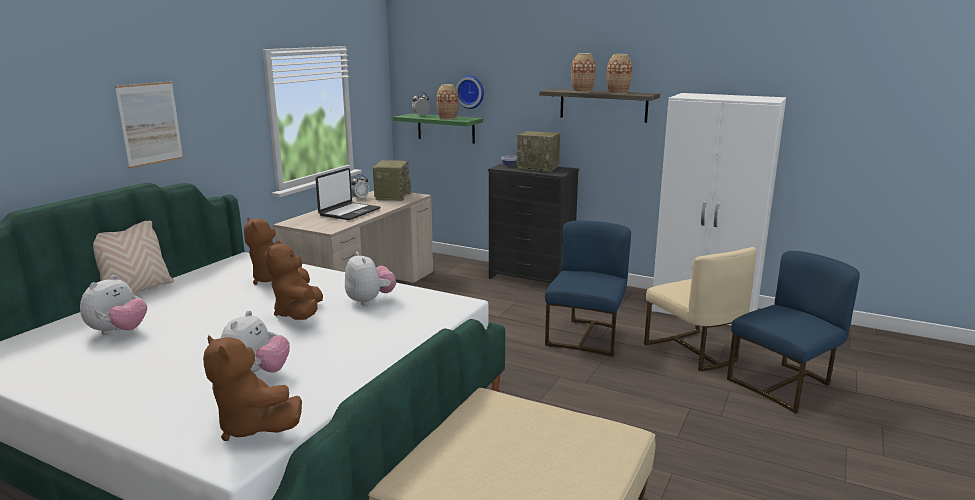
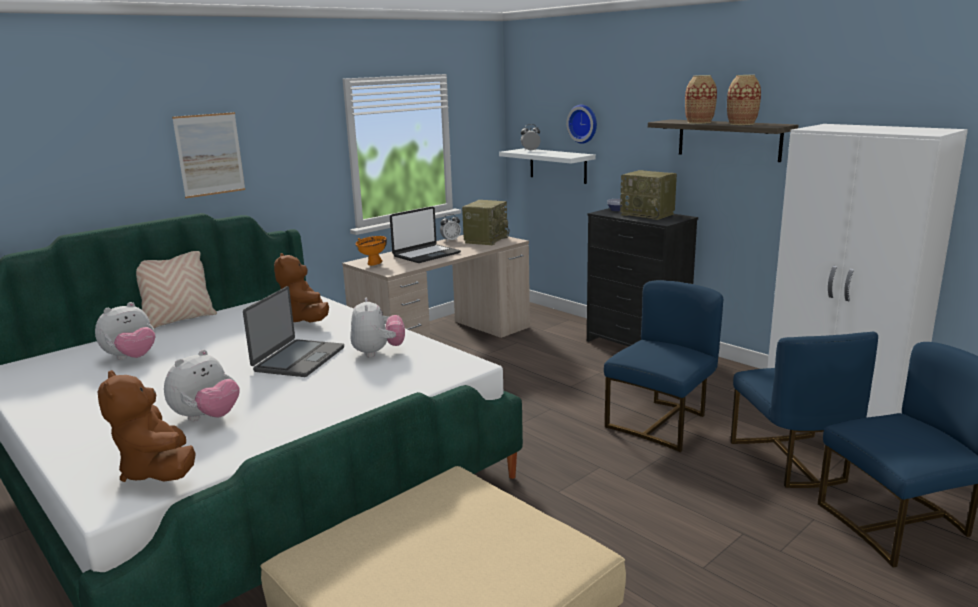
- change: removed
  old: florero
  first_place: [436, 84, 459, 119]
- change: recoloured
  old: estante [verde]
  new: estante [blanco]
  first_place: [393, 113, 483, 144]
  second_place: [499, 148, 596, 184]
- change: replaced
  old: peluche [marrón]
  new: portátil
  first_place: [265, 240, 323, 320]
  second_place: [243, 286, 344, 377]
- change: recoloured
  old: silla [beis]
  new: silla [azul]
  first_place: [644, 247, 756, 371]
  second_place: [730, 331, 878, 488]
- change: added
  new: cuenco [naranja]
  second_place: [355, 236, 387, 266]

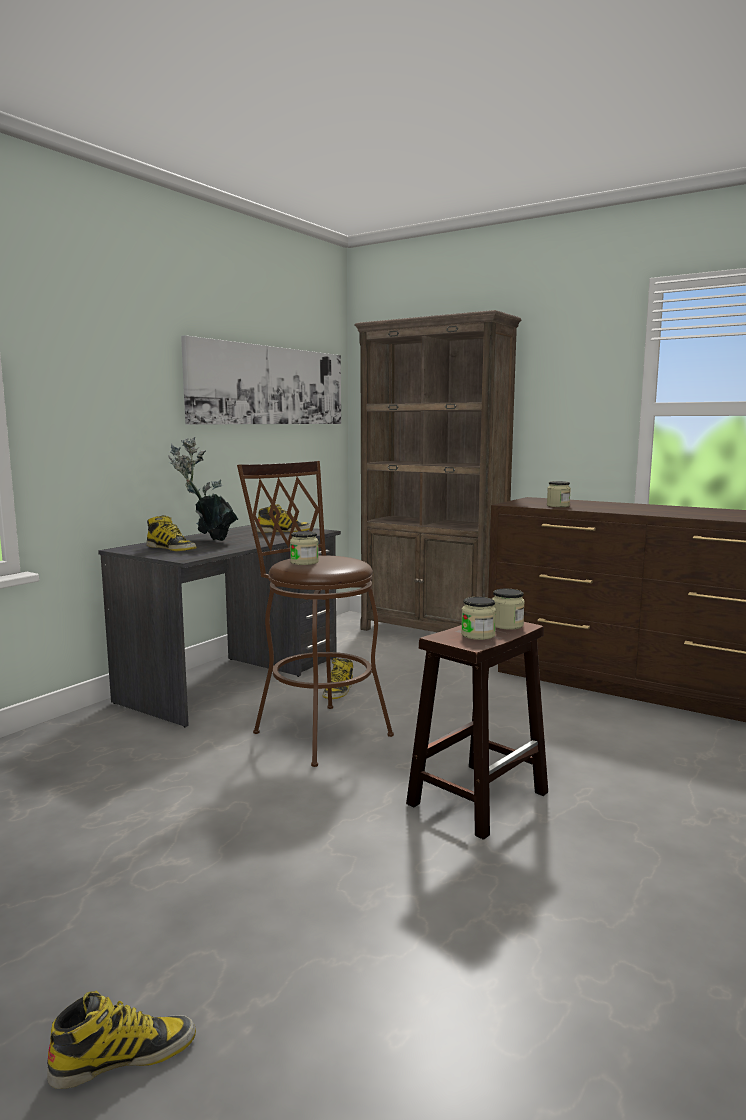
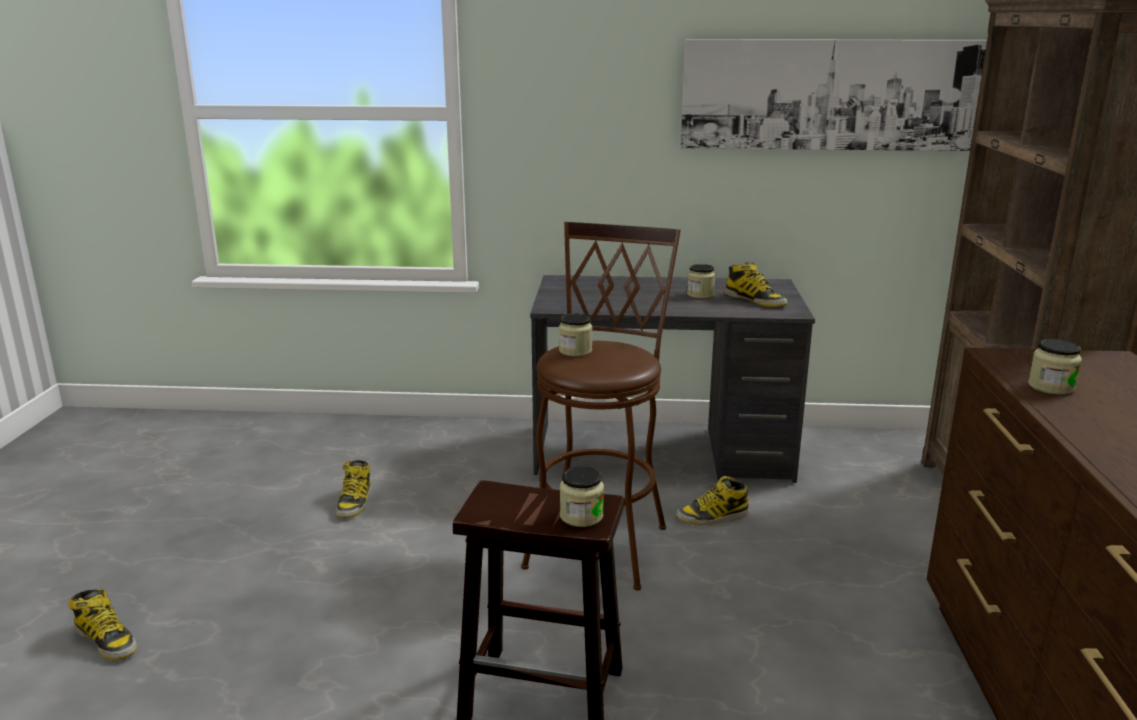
- change: removed
  old: planta en maceta
  first_place: [168, 437, 238, 541]
- change: moved
  old: bota
  first_place: [146, 515, 197, 551]
  second_place: [336, 460, 371, 518]
- change: moved
  old: tarro
  first_place: [461, 597, 496, 640]
  second_place: [687, 264, 715, 299]

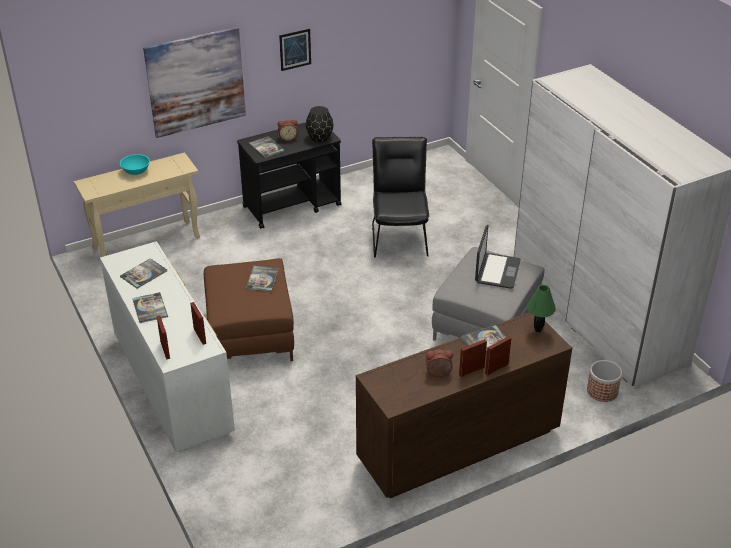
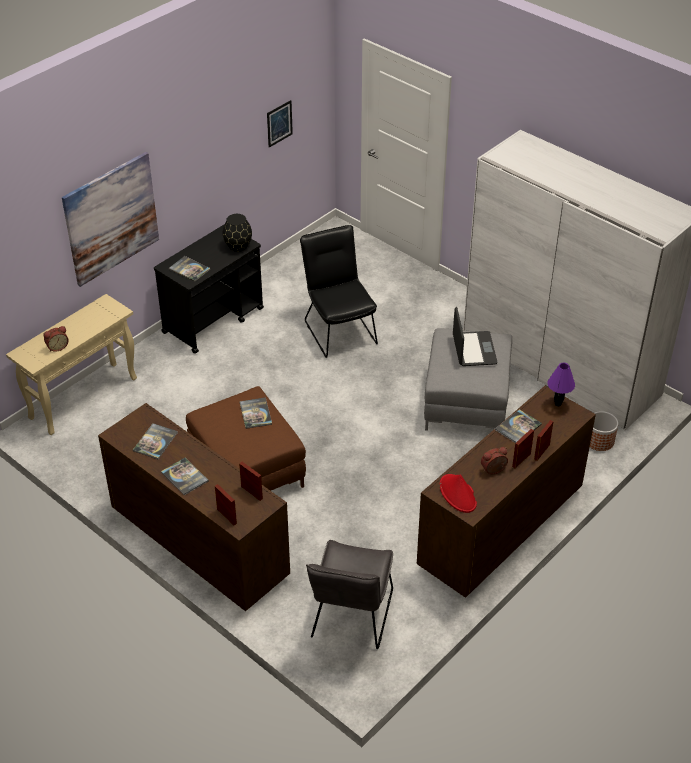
- change: moved
  old: cuadro
  first_place: [279, 29, 311, 71]
  second_place: [267, 100, 293, 148]
- change: moved
  old: despertador
  first_place: [278, 120, 298, 141]
  second_place: [43, 326, 69, 352]
- change: removed
  old: cuenco [turquesa]
  first_place: [120, 154, 150, 175]
- change: recoloured
  old: cómoda [blanco]
  new: cómoda [marrón]
  first_place: [100, 241, 235, 452]
  second_place: [98, 403, 290, 611]
- change: recoloured
  old: lámpara de mesa [verde]
  new: lámpara de mesa [morado]
  first_place: [527, 284, 556, 332]
  second_place: [548, 363, 575, 407]
- change: added
  new: sombrero [rojo]
  second_place: [440, 474, 477, 513]
- change: added
  new: silla [gris]
  second_place: [306, 540, 393, 649]

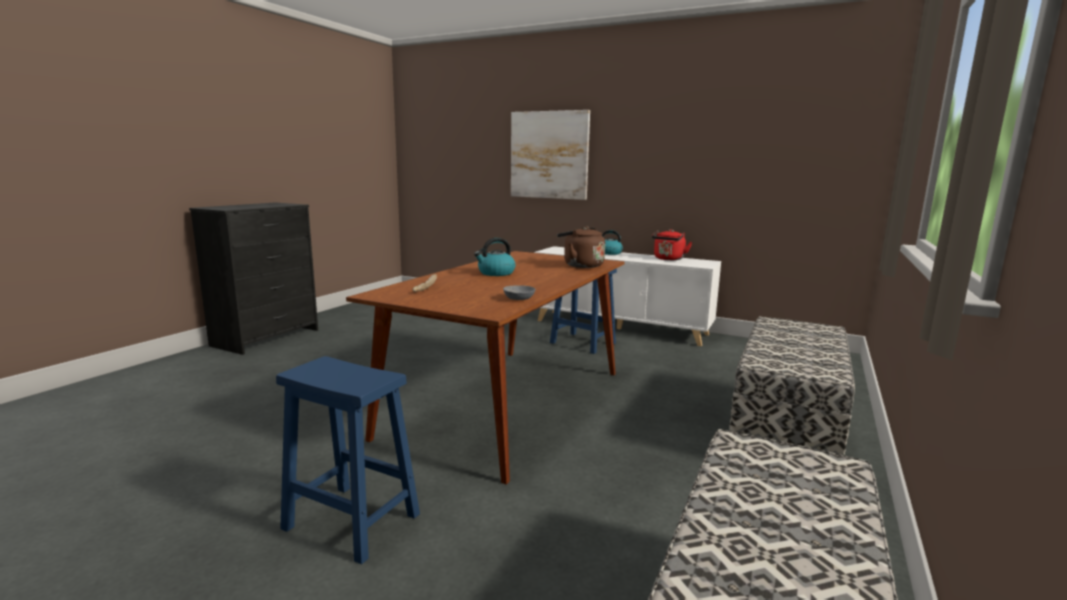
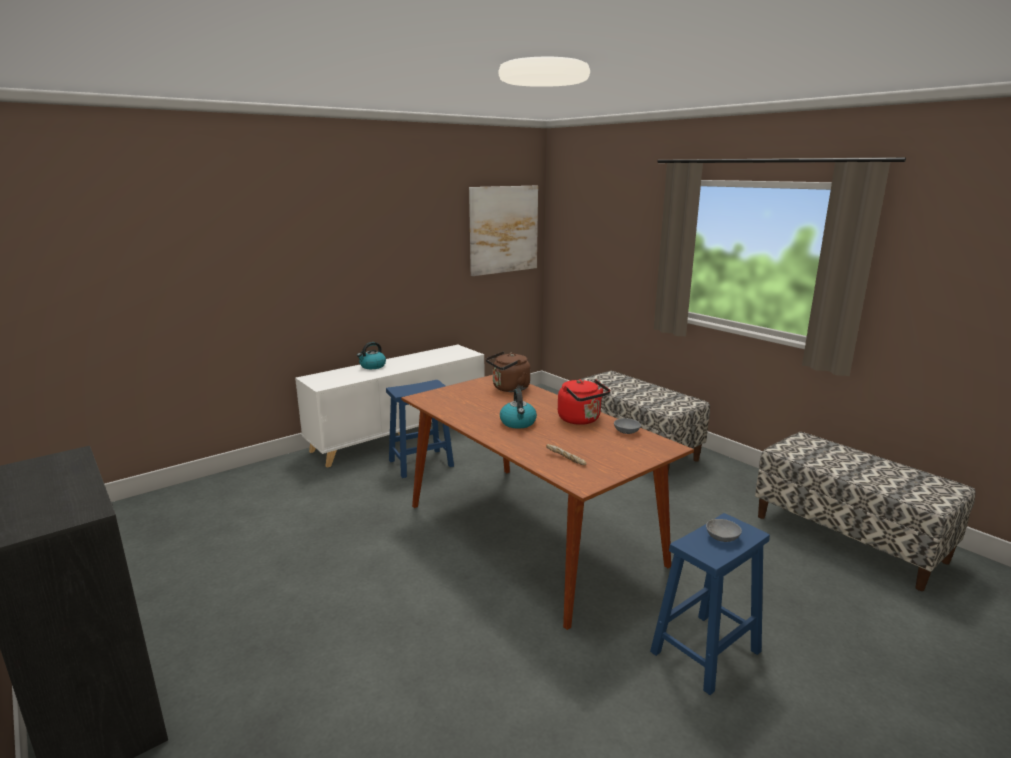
- change: moved
  old: cuadro
  first_place: [511, 110, 590, 200]
  second_place: [469, 186, 538, 276]
- change: moved
  old: hervidor [rojo]
  first_place: [651, 229, 692, 260]
  second_place: [558, 379, 610, 425]
- change: added
  new: cuenco [gris]
  second_place: [706, 519, 742, 542]

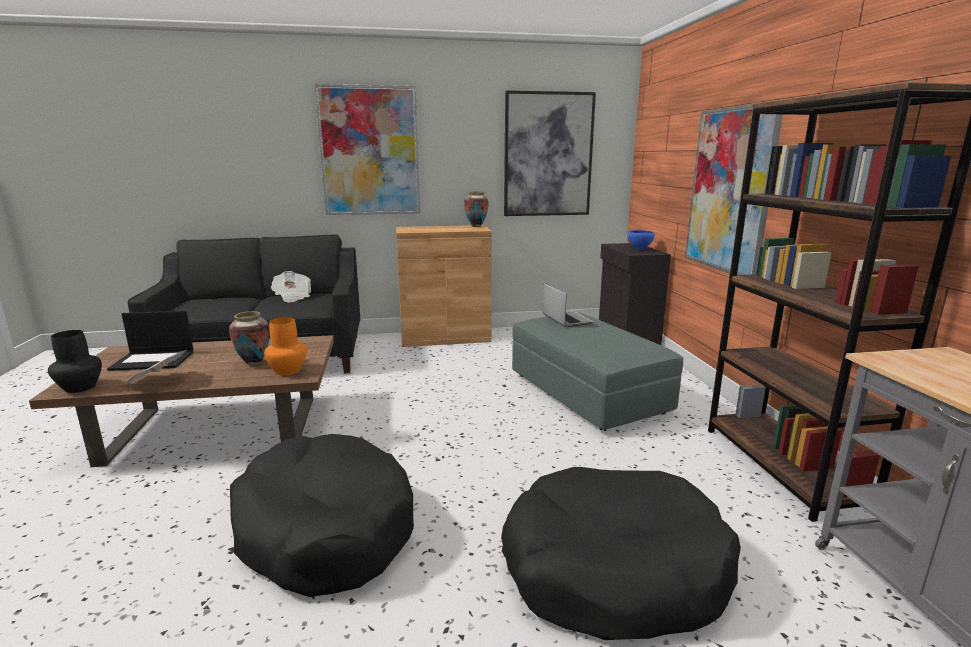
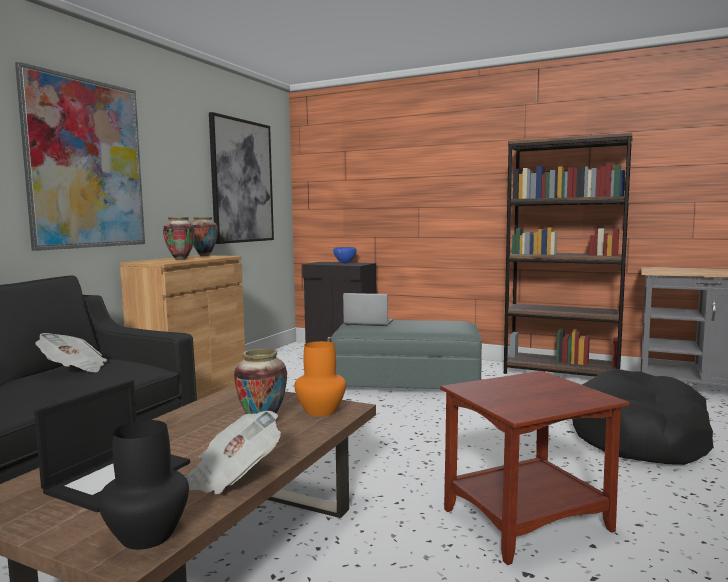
- change: removed
  old: cuadro
  first_place: [685, 100, 783, 275]
- change: replaced
  old: cama para perro [negro]
  new: mesa auxiliar [marrón]
  first_place: [230, 434, 414, 597]
  second_place: [440, 371, 630, 565]
- change: added
  new: florero
  second_place: [163, 217, 195, 260]

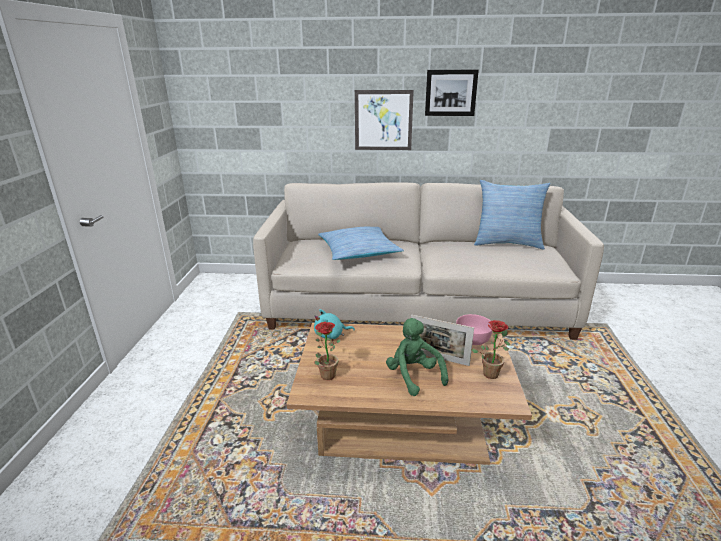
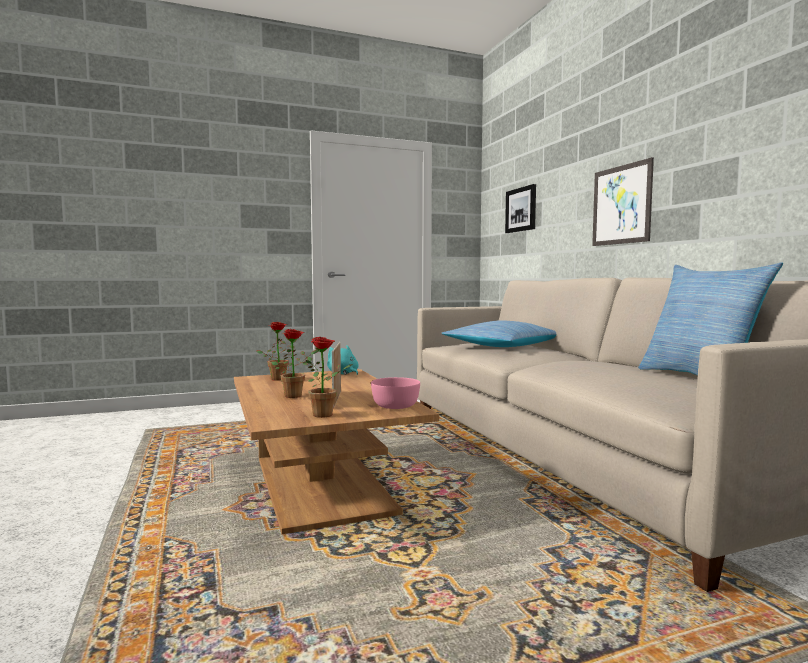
- change: moved
  old: cuadro
  first_place: [425, 70, 479, 116]
  second_place: [505, 184, 536, 233]
- change: replaced
  old: peluche [verde]
  new: planta en maceta
  first_place: [386, 318, 448, 396]
  second_place: [271, 329, 319, 398]

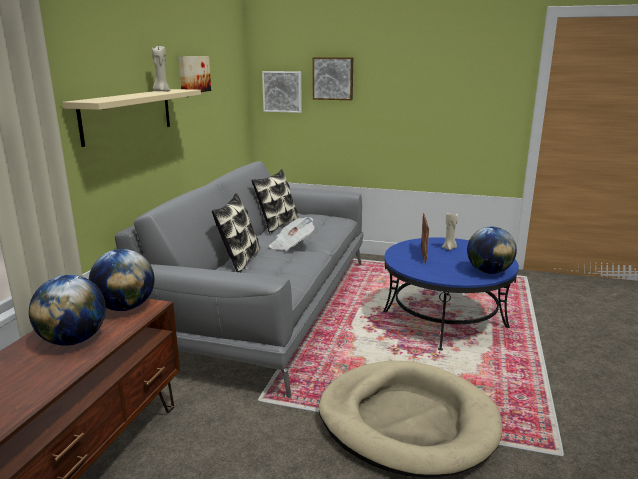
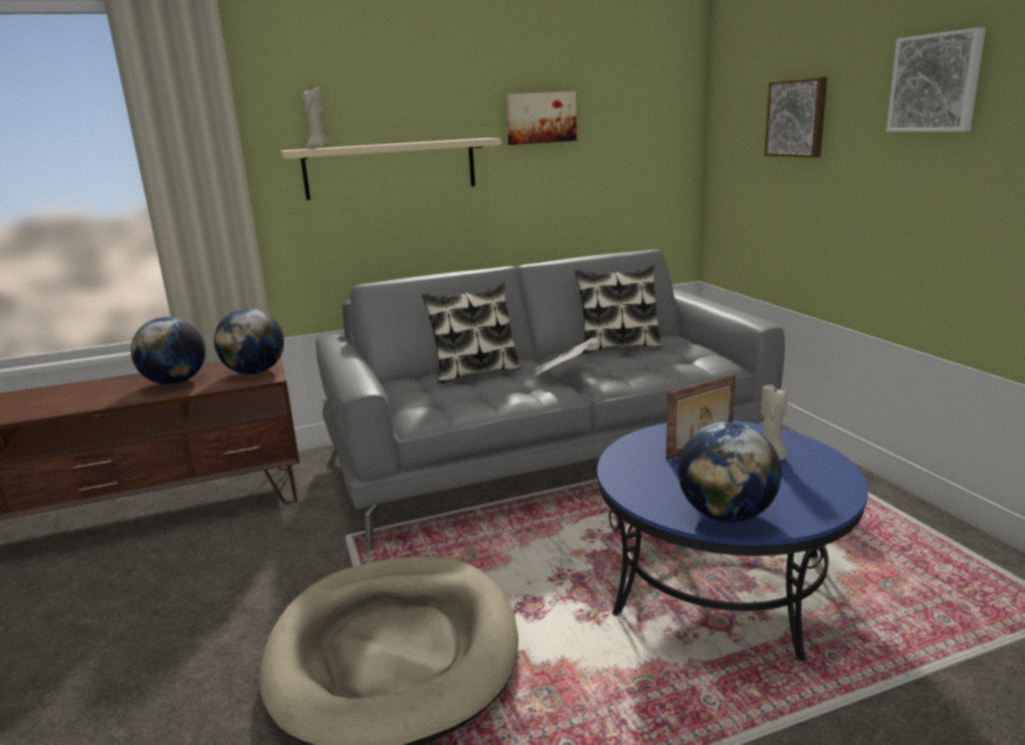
- change: moved
  old: vela [beis]
  first_place: [152, 46, 170, 92]
  second_place: [303, 87, 331, 148]
- change: moved
  old: cuadro
  first_place: [262, 71, 302, 113]
  second_place: [886, 27, 986, 132]

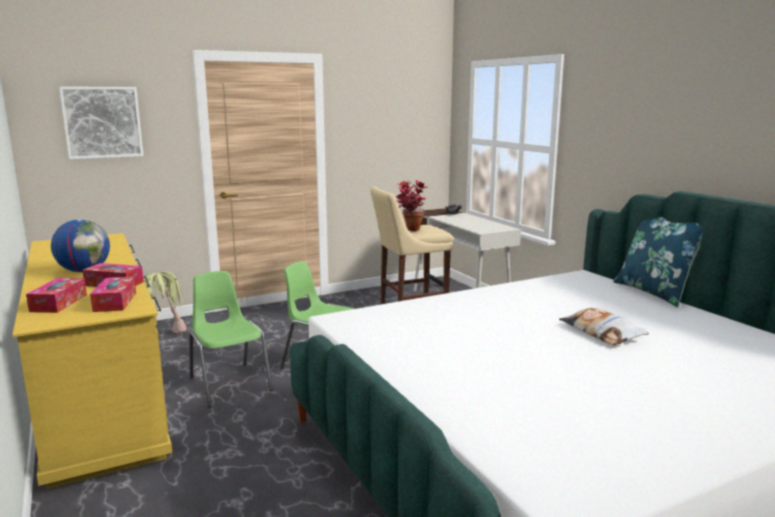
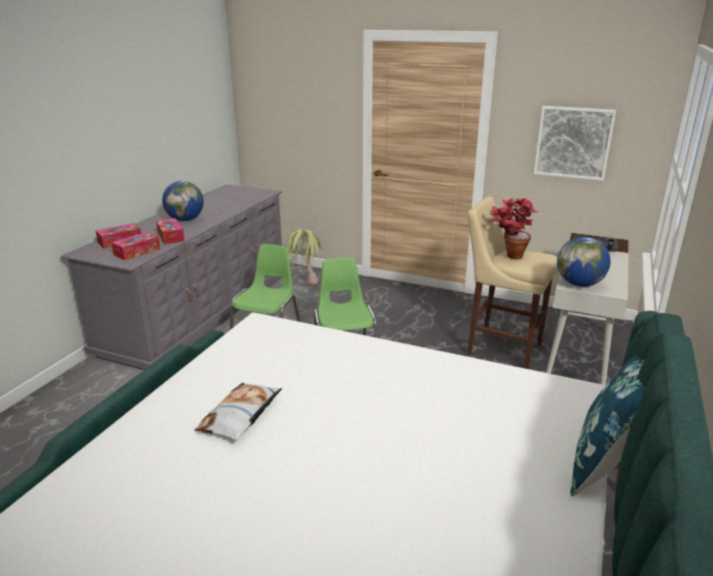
- change: moved
  old: cuadro
  first_place: [59, 87, 143, 159]
  second_place: [534, 106, 616, 181]
- change: recoloured
  old: cómoda [amarillo]
  new: cómoda [gris]
  first_place: [12, 233, 172, 489]
  second_place: [61, 184, 282, 370]
- change: moved
  old: cojín
  first_place: [559, 308, 649, 345]
  second_place: [195, 383, 282, 441]
- change: added
  new: globo terráqueo
  second_place: [557, 236, 611, 287]

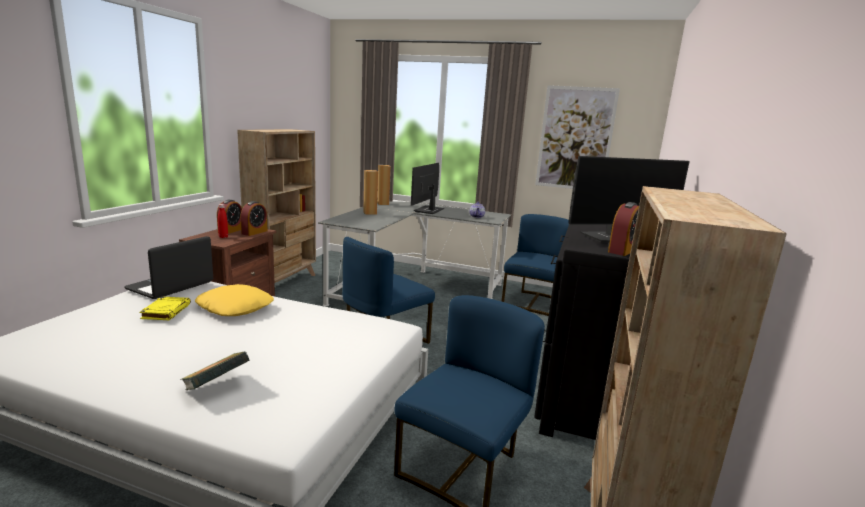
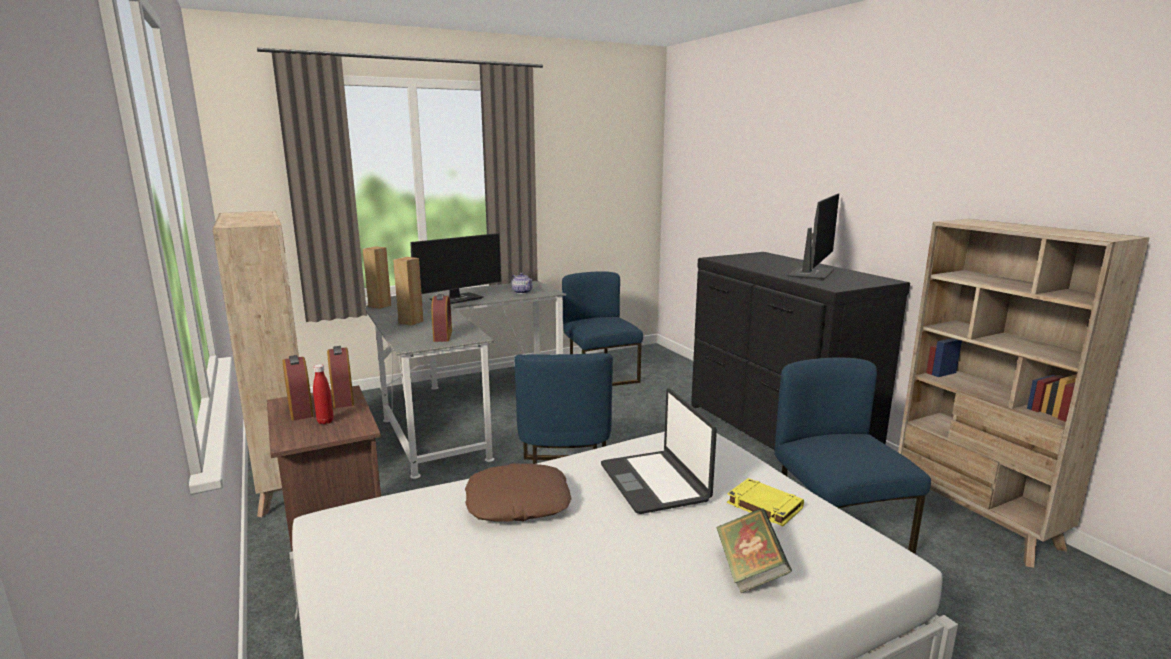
- change: removed
  old: cuadro
  first_place: [535, 85, 620, 189]
- change: turned
  old: monitor
  first_place: [411, 163, 444, 214]
  second_place: [410, 233, 501, 304]
  degrees: -105
- change: moved
  old: despertador
  first_place: [608, 202, 639, 256]
  second_place: [431, 294, 452, 342]
- change: moved
  old: portátil
  first_place: [124, 236, 213, 299]
  second_place: [601, 388, 717, 514]
- change: recoloured
  old: cojín [amarillo]
  new: cojín [marrón]
  first_place: [195, 284, 274, 316]
  second_place: [465, 463, 572, 522]
- change: moved
  old: libro [amarillo]
  first_place: [140, 297, 191, 320]
  second_place: [727, 478, 804, 526]

